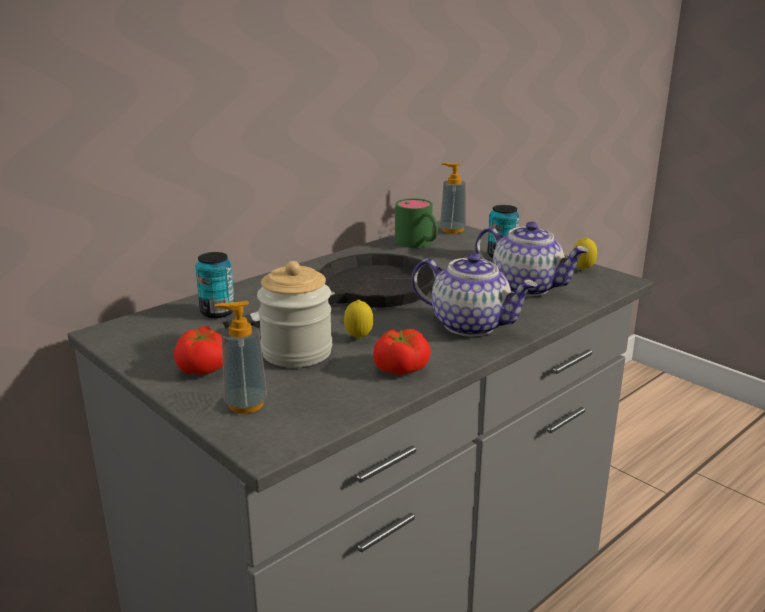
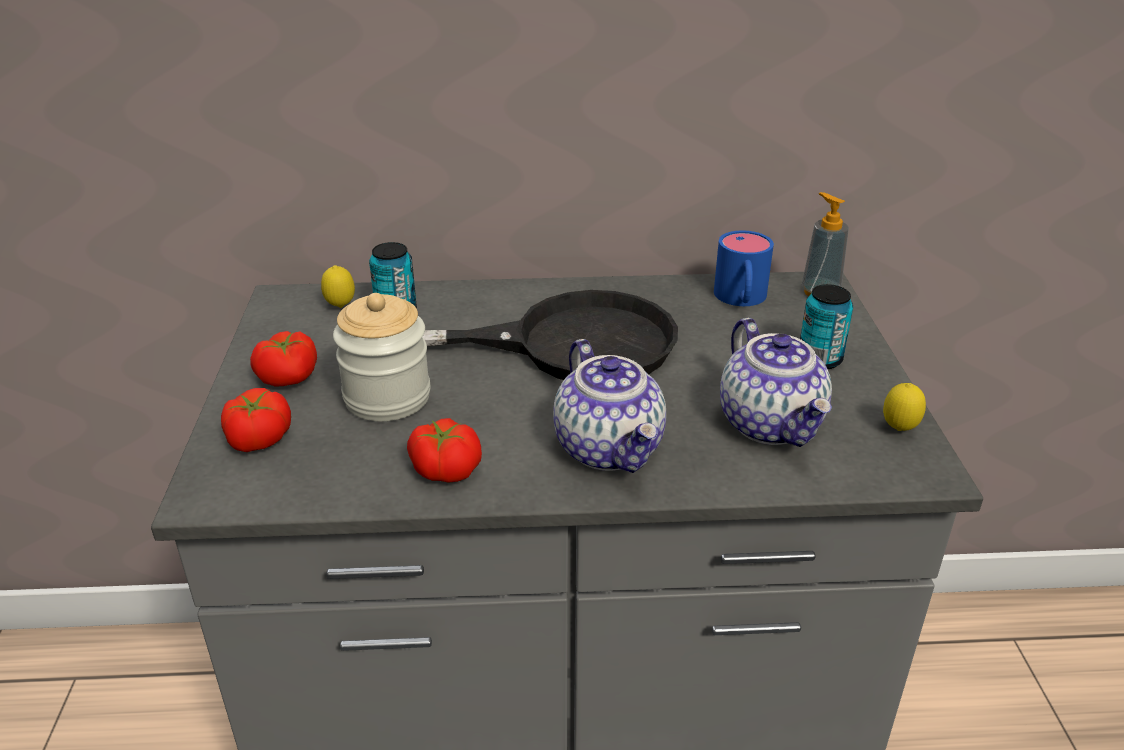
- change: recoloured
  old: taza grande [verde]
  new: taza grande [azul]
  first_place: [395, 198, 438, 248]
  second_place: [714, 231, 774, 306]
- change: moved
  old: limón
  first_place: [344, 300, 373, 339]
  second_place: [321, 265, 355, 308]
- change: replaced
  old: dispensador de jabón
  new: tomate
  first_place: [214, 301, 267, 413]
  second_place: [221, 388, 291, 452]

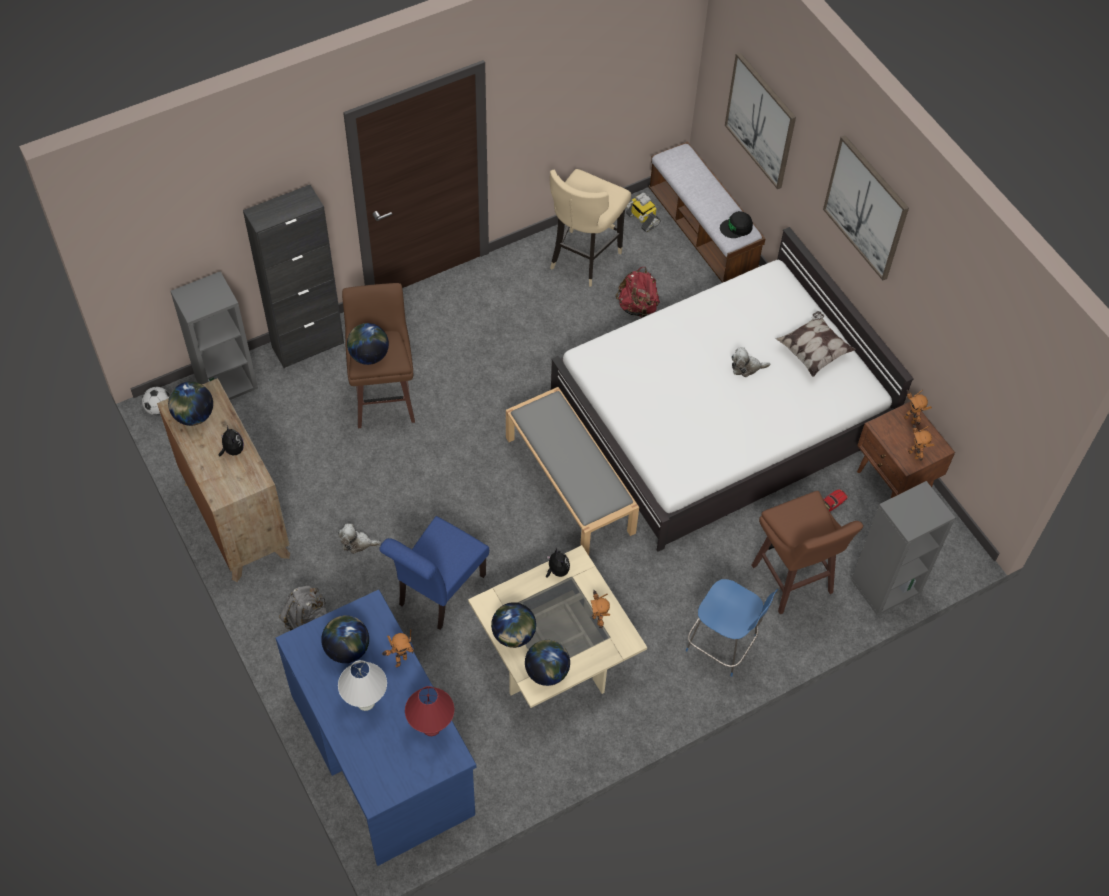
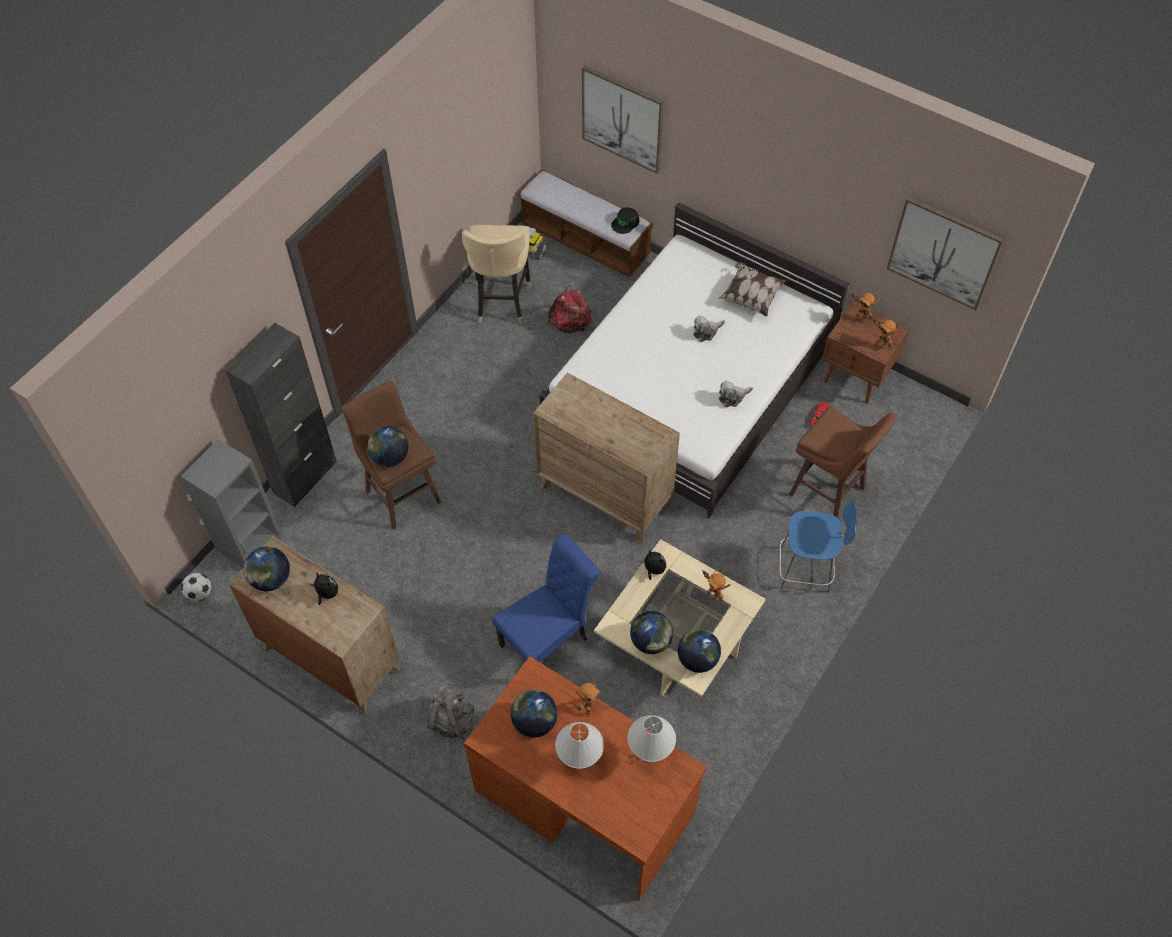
- change: moved
  old: cuadro
  first_place: [823, 135, 909, 280]
  second_place: [887, 196, 1004, 310]
- change: replaced
  old: banco [gris]
  new: cómoda [marrón]
  first_place: [506, 387, 639, 555]
  second_place: [533, 373, 680, 544]
- change: removed
  old: estantería [gris]
  first_place: [851, 481, 956, 616]
- change: turned
  old: silla [azul]
  first_place: [379, 516, 489, 630]
  second_place: [492, 534, 600, 662]
  degrees: -135
- change: moved
  old: peluche
  first_place: [338, 524, 381, 554]
  second_place: [719, 380, 753, 407]
- change: recoloured
  old: escritorio [azul]
  new: escritorio [marrón]
  first_place: [275, 590, 476, 866]
  second_place: [464, 656, 707, 901]
- change: recoloured
  old: lámpara de mesa [rojo]
  new: lámpara de mesa [blanco]
  first_place: [405, 686, 454, 736]
  second_place: [628, 715, 676, 763]

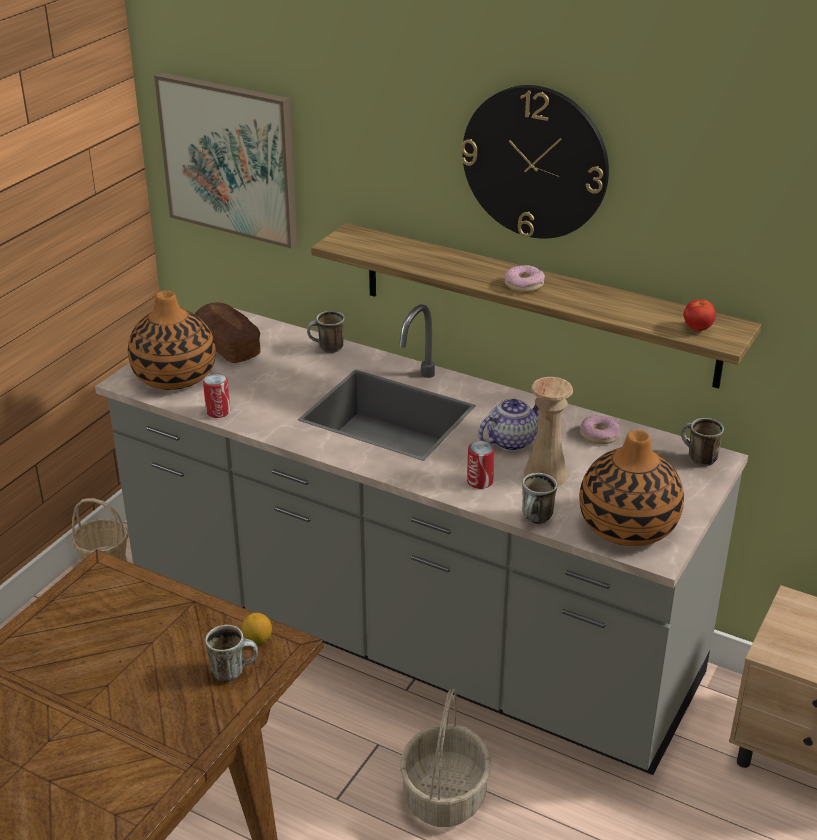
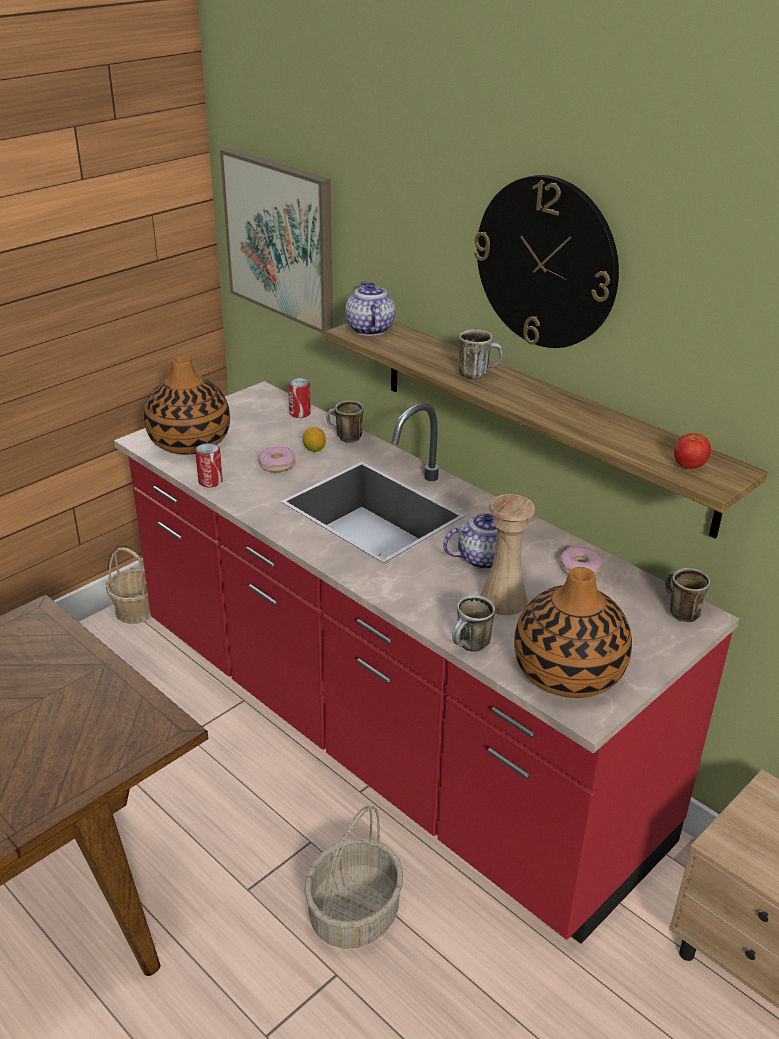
- change: moved
  old: rosquilla
  first_place: [504, 265, 545, 293]
  second_place: [258, 446, 296, 472]
- change: removed
  old: pan
  first_place: [195, 302, 261, 363]
- change: recoloured
  old: mueble bajo de cocina [gris]
  new: mueble bajo de cocina [rojo]
  first_place: [95, 304, 748, 775]
  second_place: [114, 381, 740, 944]
- change: moved
  old: lata
  first_place: [467, 441, 495, 489]
  second_place: [288, 378, 311, 418]
- change: moved
  old: limón
  first_place: [242, 613, 272, 644]
  second_place: [303, 427, 326, 452]
- change: moved
  old: taza grande
  first_place: [205, 625, 258, 682]
  second_place: [459, 329, 503, 380]
- change: added
  new: tetera
  second_place: [345, 281, 395, 336]

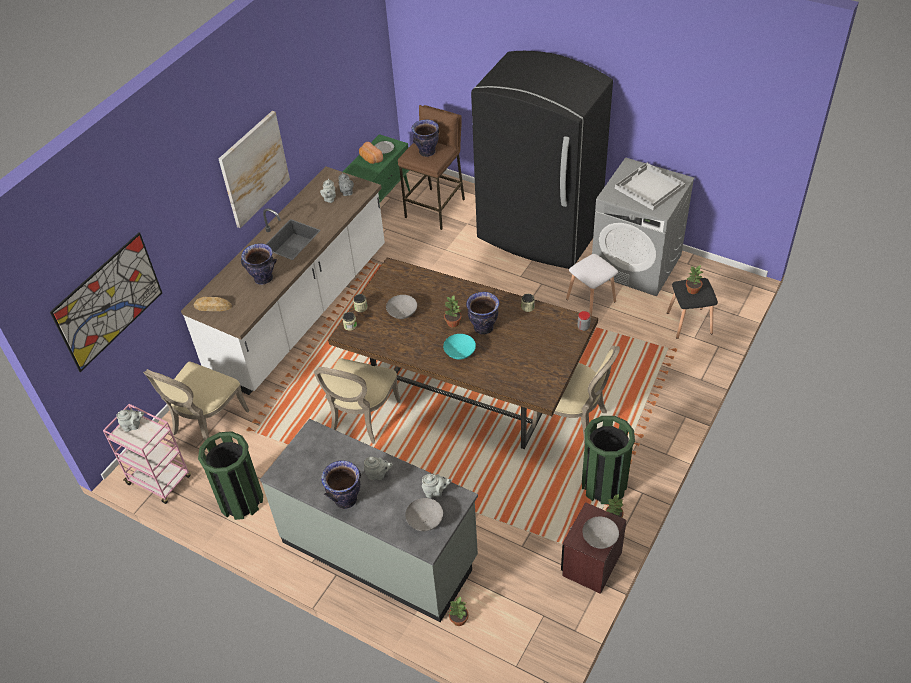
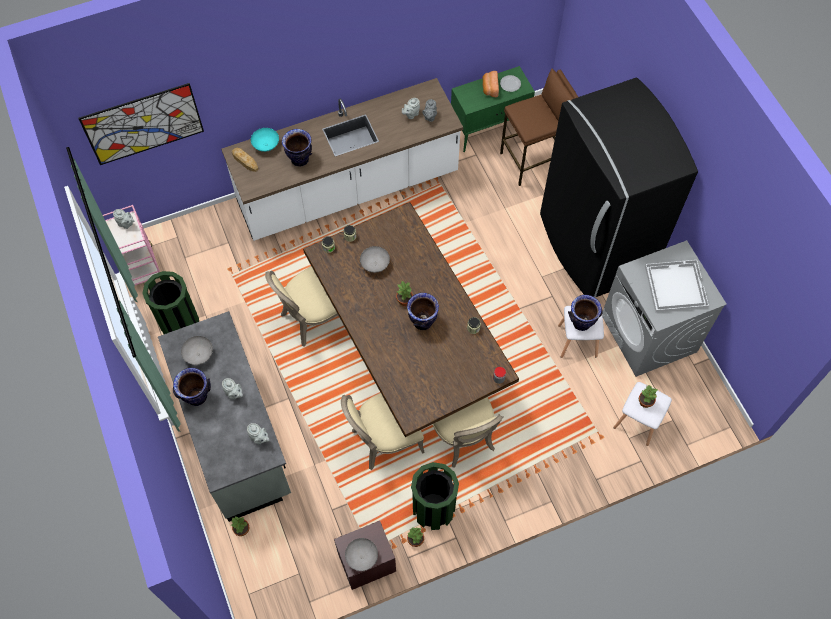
- change: removed
  old: cuadro
  first_place: [219, 111, 290, 228]
- change: moved
  old: florero
  first_place: [411, 120, 439, 157]
  second_place: [568, 295, 603, 331]
- change: recoloured
  old: taburete [negro]
  new: taburete [blanco]
  first_place: [667, 278, 718, 339]
  second_place: [613, 382, 672, 446]
- change: moved
  old: cuenco [turquesa]
  first_place: [443, 334, 476, 359]
  second_place: [251, 128, 279, 152]
- change: moved
  old: silla [beis]
  first_place: [143, 361, 250, 441]
  second_place: [341, 393, 425, 470]
- change: moved
  old: cuenco [gris]
  first_place: [405, 498, 443, 531]
  second_place: [181, 336, 213, 365]

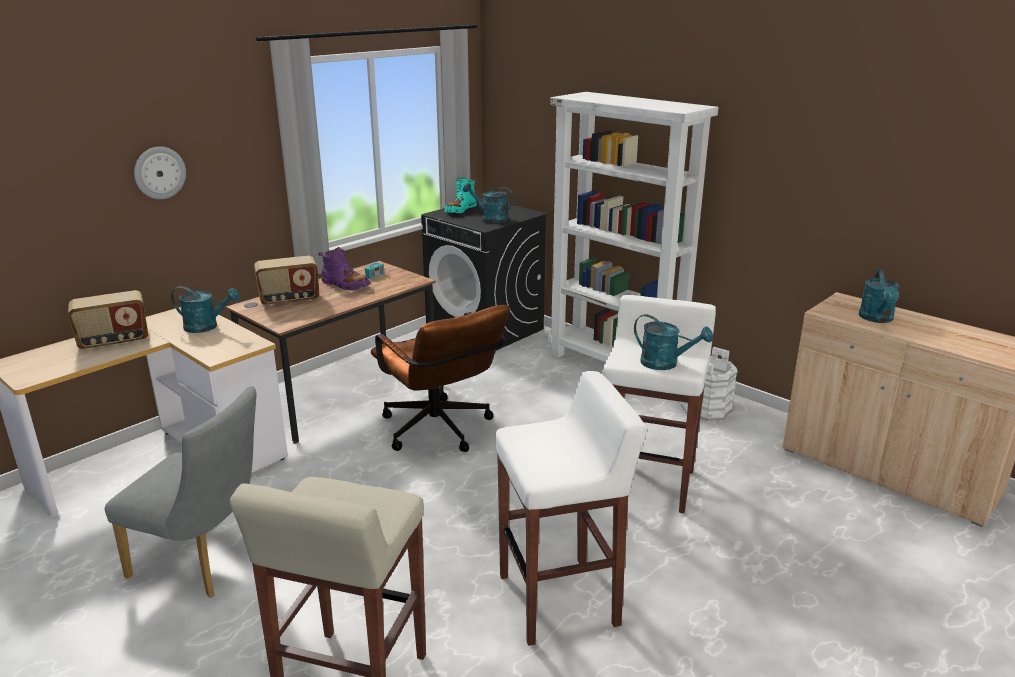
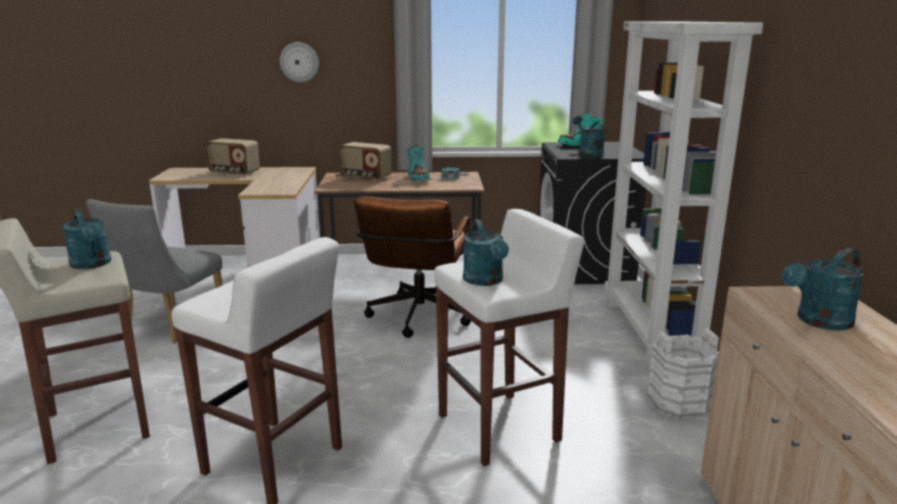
- change: recoloured
  old: bota [morado]
  new: bota [turquesa]
  first_place: [318, 247, 371, 291]
  second_place: [407, 145, 431, 182]
- change: moved
  old: regadera [turquesa]
  first_place: [171, 286, 240, 333]
  second_place: [62, 208, 112, 269]
- change: turned
  old: silla [gris]
  first_place: [105, 386, 256, 598]
  second_place: [86, 199, 223, 344]
  degrees: 45

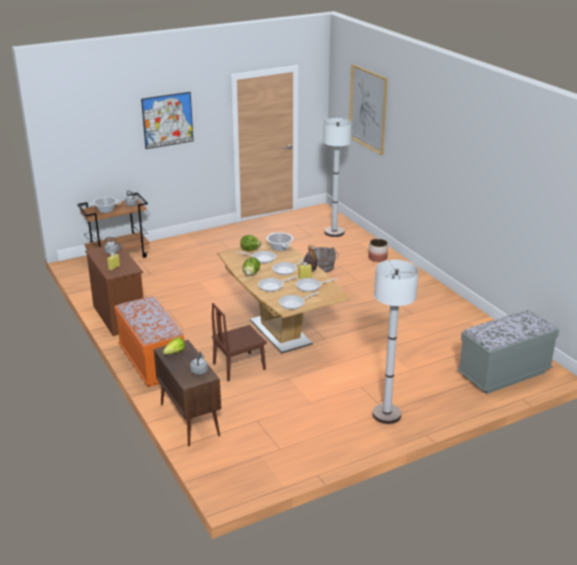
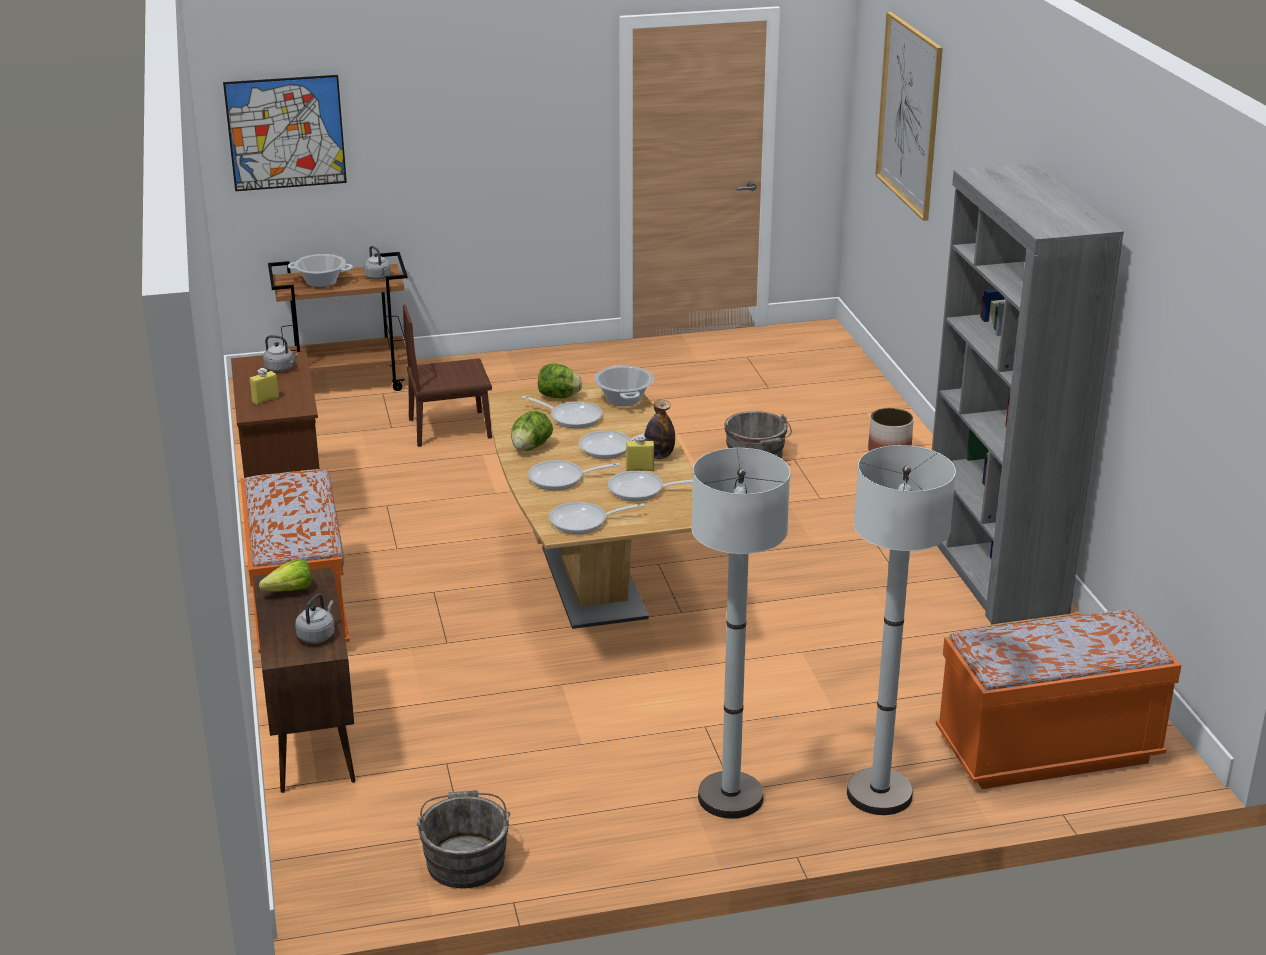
- change: moved
  old: cuadro
  first_place: [141, 92, 193, 149]
  second_place: [223, 75, 347, 191]
- change: moved
  old: lámpara de pie [blanco]
  first_place: [323, 118, 352, 237]
  second_place: [847, 445, 956, 815]
- change: moved
  old: silla [marrón]
  first_place: [212, 303, 267, 381]
  second_place: [403, 304, 492, 447]
- change: recoloured
  old: banco [gris]
  new: banco [naranja]
  first_place: [457, 310, 559, 394]
  second_place: [936, 609, 1181, 789]
- change: added
  new: estantería [gris]
  second_place: [932, 163, 1124, 624]
- change: added
  new: cubo [gris]
  second_place: [417, 790, 510, 888]

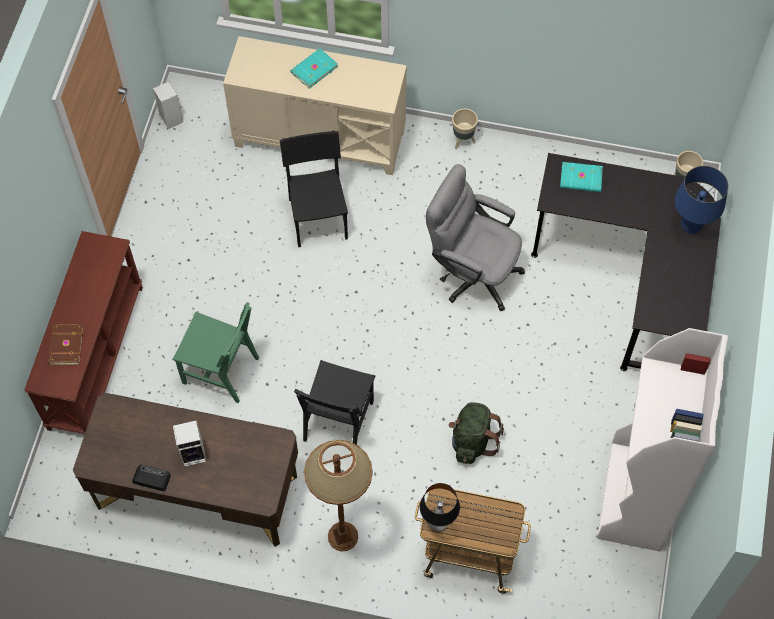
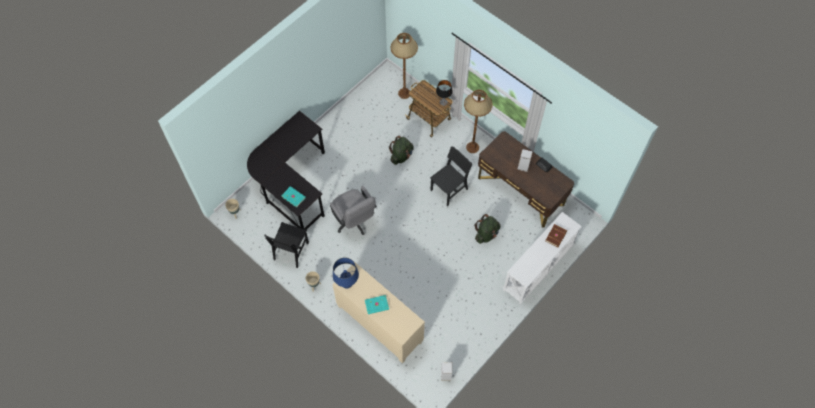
- change: moved
  old: silla [negro]
  first_place: [280, 130, 348, 247]
  second_place: [264, 222, 309, 268]
- change: moved
  old: lámpara de mesa [azul]
  first_place: [674, 166, 729, 234]
  second_place: [333, 258, 359, 289]
- change: recoloured
  old: mesa consola [marrón]
  new: mesa consola [blanco]
  first_place: [24, 231, 143, 434]
  second_place: [503, 212, 582, 305]
- change: replaced
  old: silla [verde]
  new: mochila [verde]
  first_place: [172, 302, 259, 403]
  second_place: [474, 214, 500, 244]
- change: removed
  old: estantería [blanco]
  first_place: [597, 328, 728, 551]
- change: added
  new: lámpara de pie [marrón]
  second_place: [391, 33, 418, 99]

